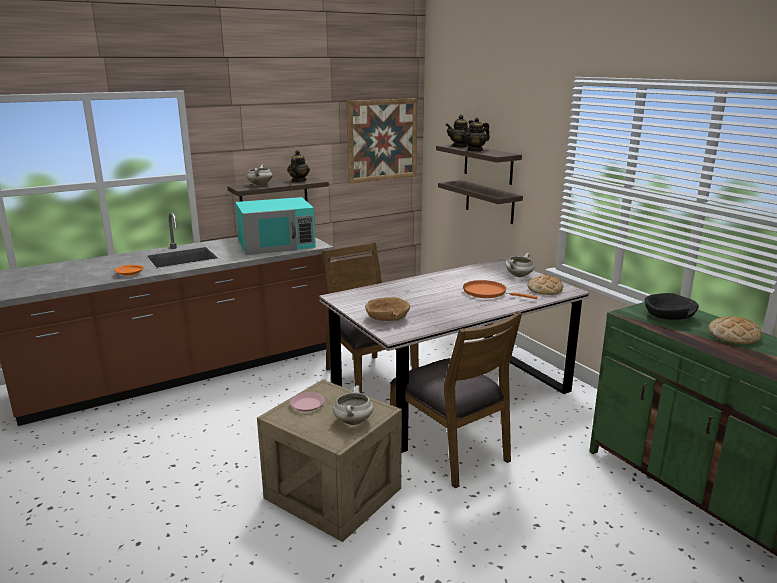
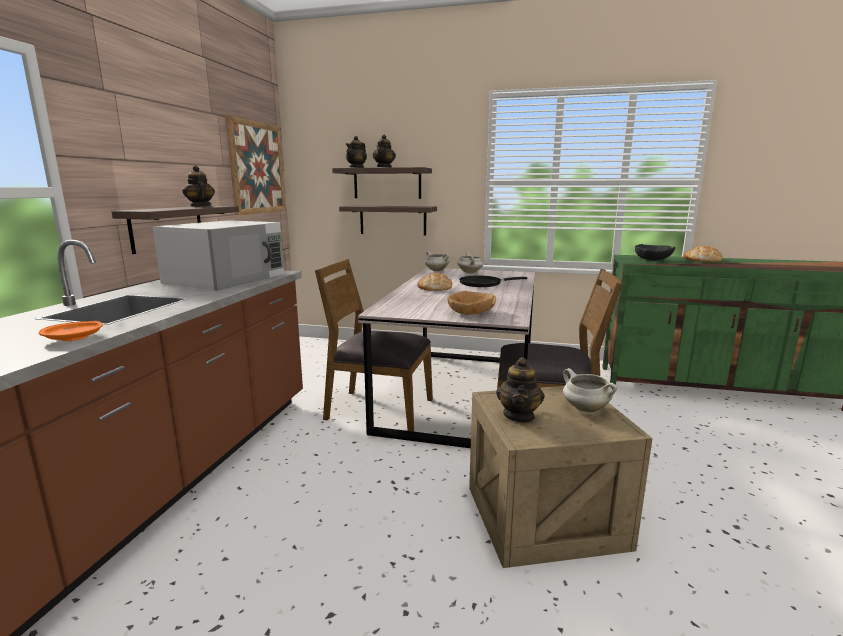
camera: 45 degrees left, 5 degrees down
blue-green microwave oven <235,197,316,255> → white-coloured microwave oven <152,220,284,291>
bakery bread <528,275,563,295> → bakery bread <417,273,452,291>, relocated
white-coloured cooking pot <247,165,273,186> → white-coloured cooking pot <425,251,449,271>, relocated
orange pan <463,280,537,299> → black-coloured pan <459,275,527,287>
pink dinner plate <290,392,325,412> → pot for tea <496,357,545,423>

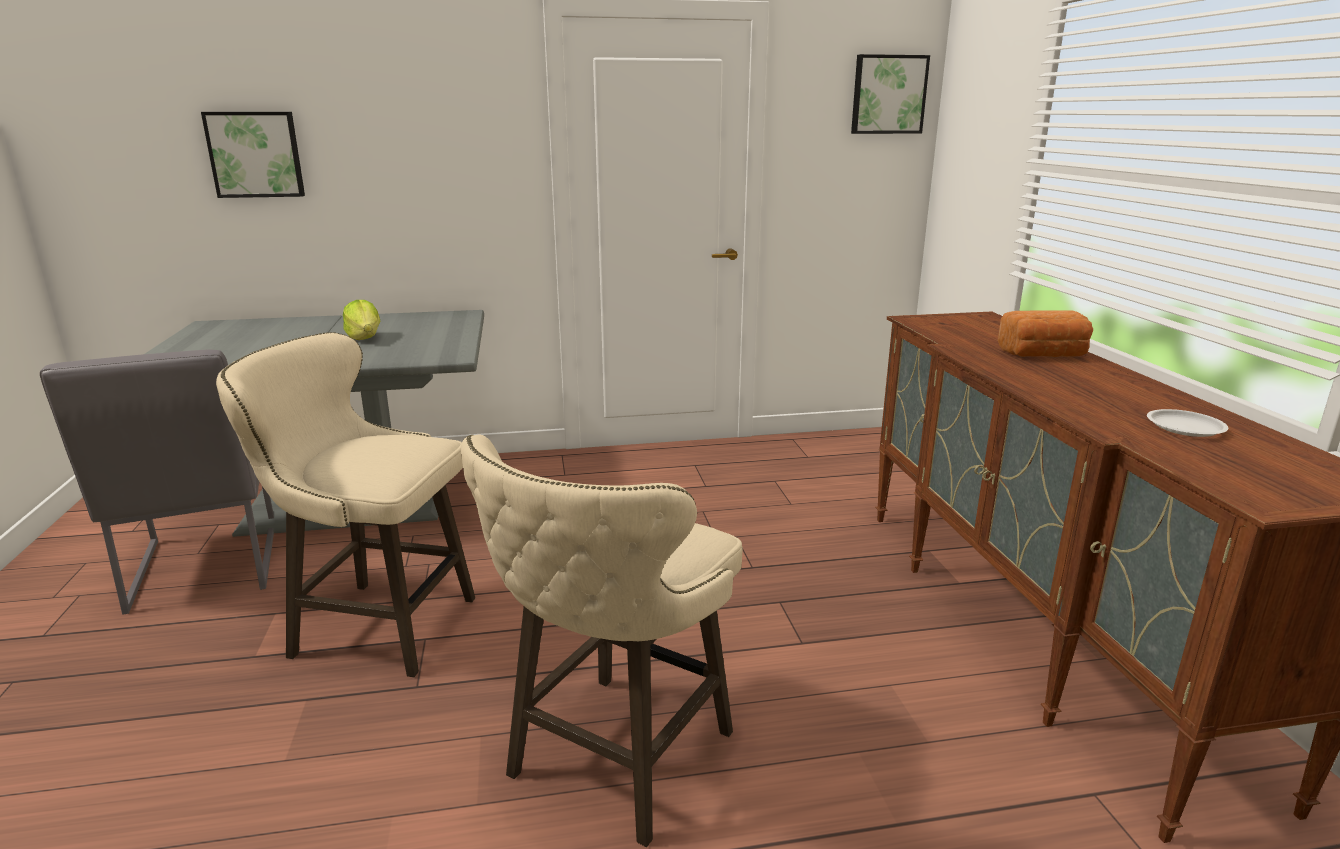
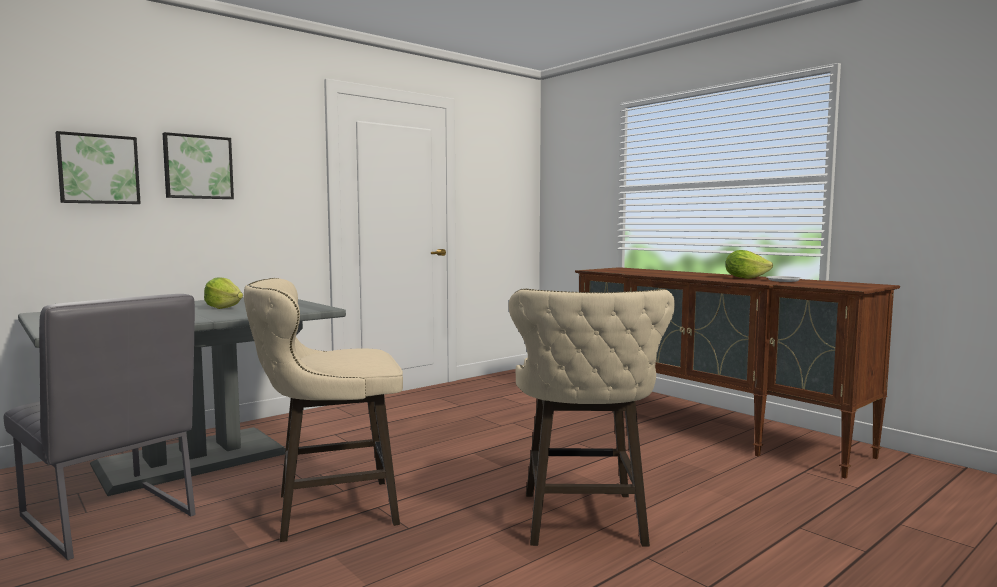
camera: 30 degrees left, 15 degrees down
wall art <851,54,930,134> → wall art <163,132,234,199>, relocated
- → head of lettuce <725,250,773,279>
bakery bread <998,310,1093,357> → -

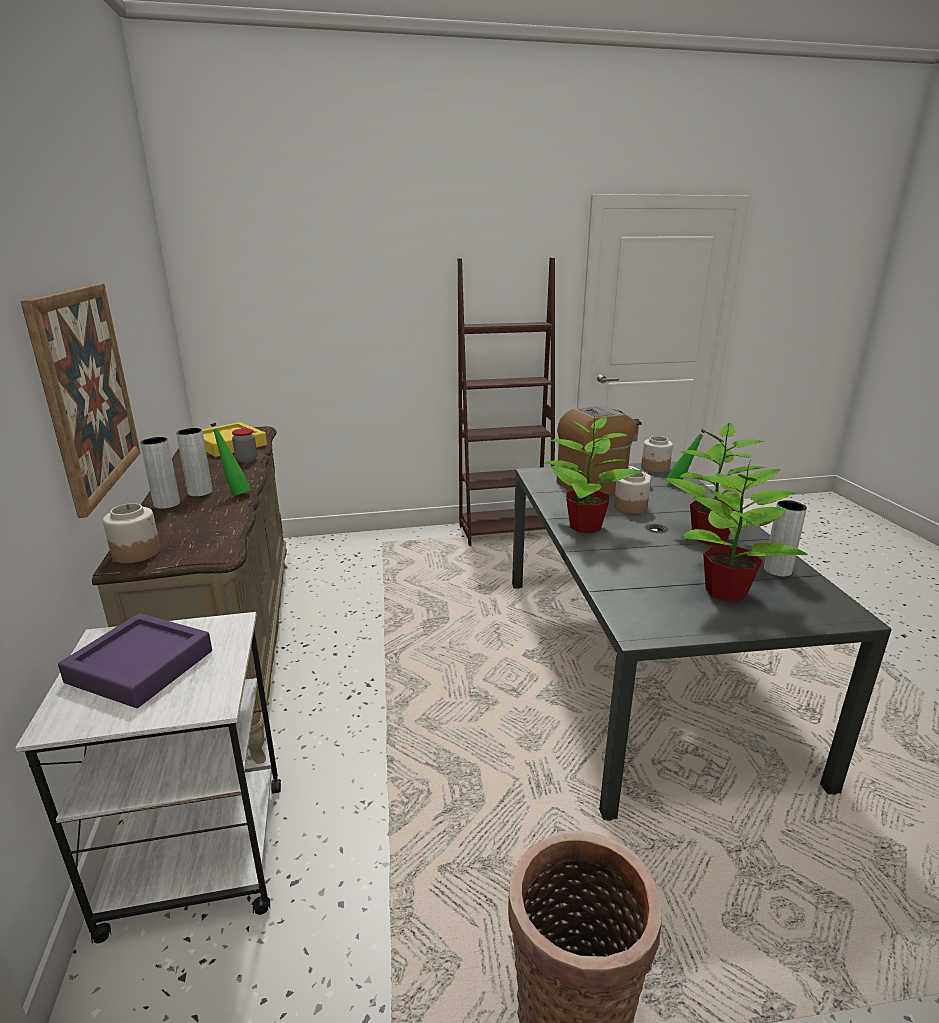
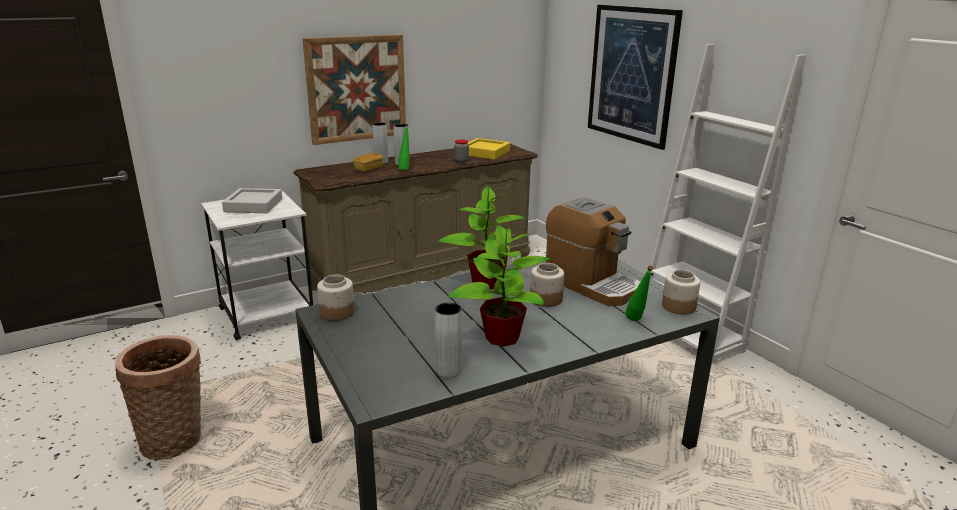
camera: 70 degrees right, 0 degrees up
purple-coloured tray <58,613,212,708> → greyish tray <222,188,282,213>
storage jar <103,503,160,563> → storage jar <317,275,355,321>, relocated
- → bakery bread <353,153,383,172>
- → wall art <588,5,683,150>
brownish shelving unit <458,258,555,546> → white-coloured shelving unit <650,44,806,361>
plant in a pot <682,463,808,602> → -

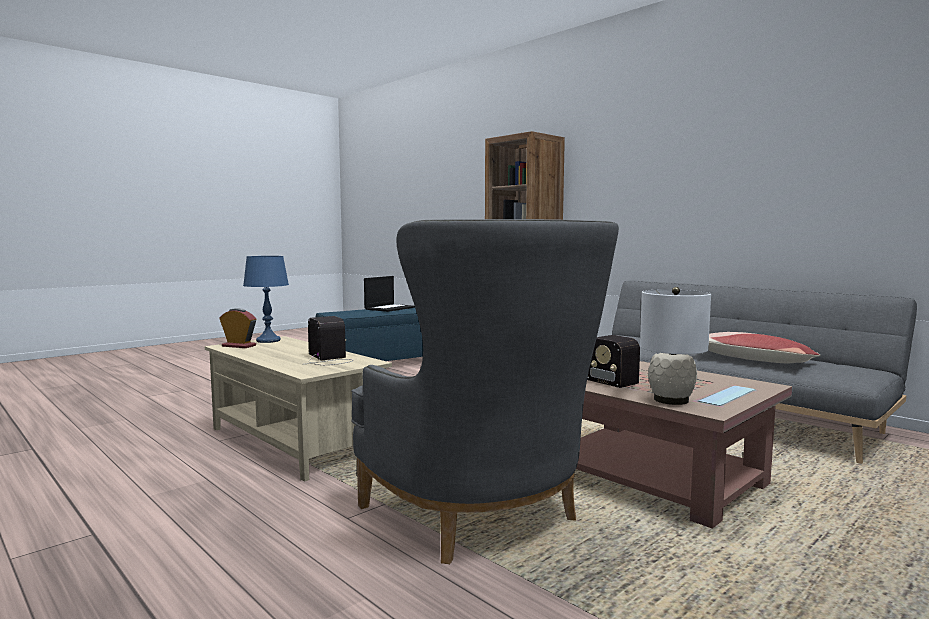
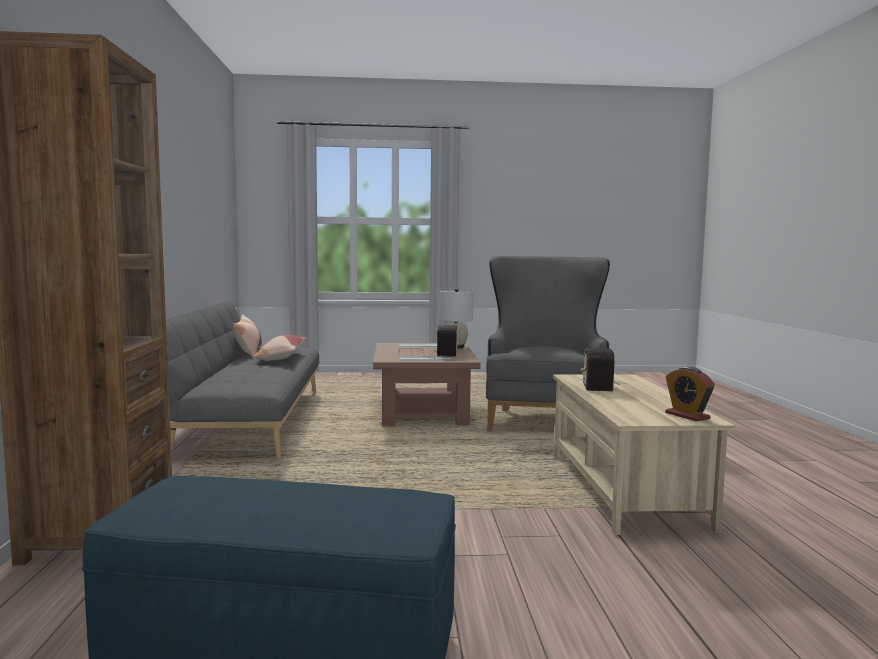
camera: 140 degrees left, 0 degrees up
- → cushion <233,315,262,357>
blue-coloured tabletop lamp <243,256,289,343> → -
laptop <364,276,415,312> → -

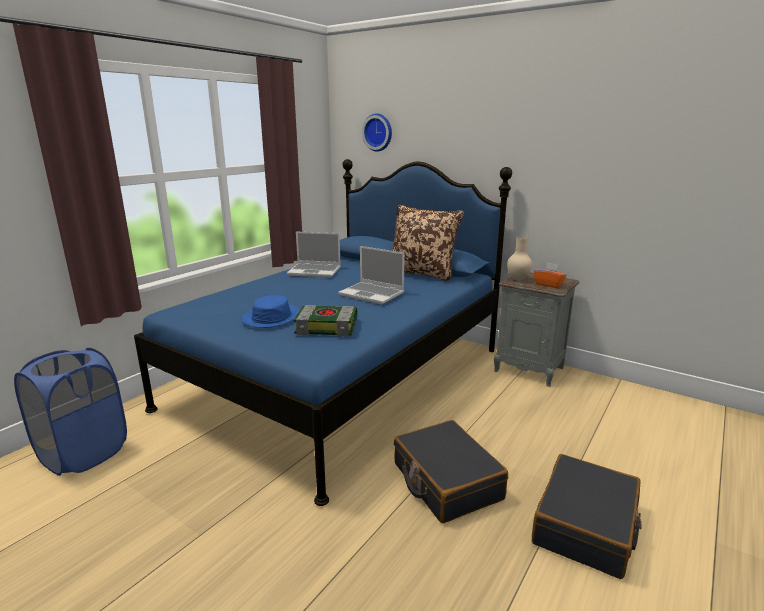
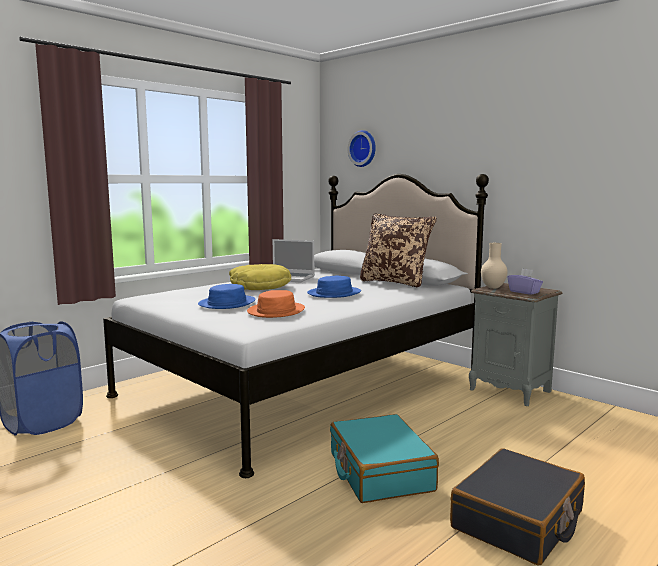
camera: 10 degrees right, 10 degrees down
blue-coloured sleeping bed <134,159,512,506> → white-coloured sleeping bed <103,174,489,478>
- → yellow-coloured cushion <229,264,291,290>
book <293,305,357,337> → orange wearable hat <247,290,305,318>
laptop <338,246,405,305> → blue-coloured wearable hat <307,276,361,298>
black-coloured travel case <394,420,508,523> → blue-green travel case <330,414,439,503>
orange tissue holder <534,262,567,288> → purple-coloured tissue holder <507,268,543,295>

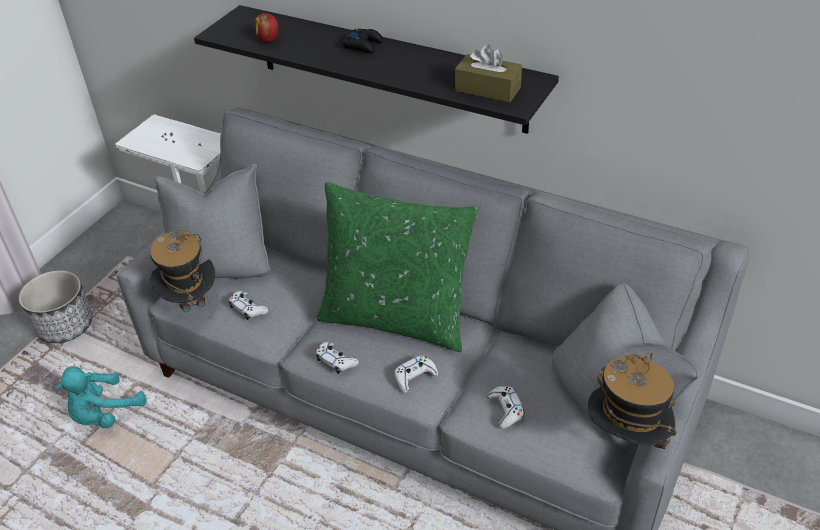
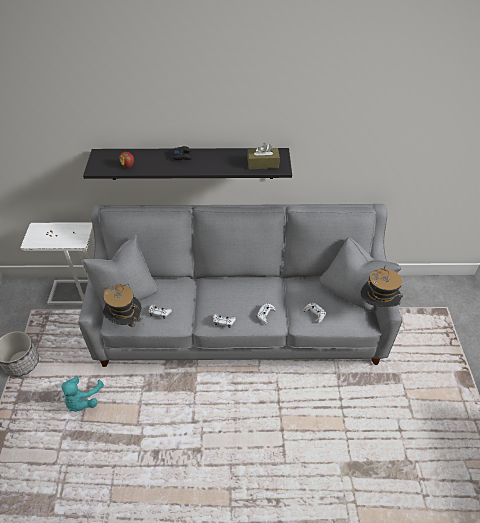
camera: 30 degrees left, 5 degrees up
green-coloured cushion <317,182,479,352> → -

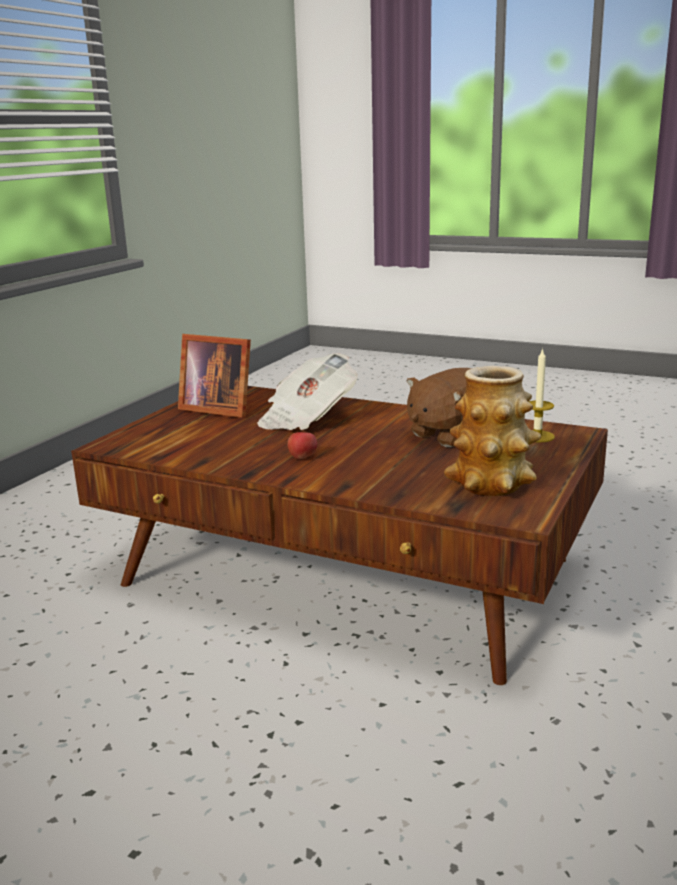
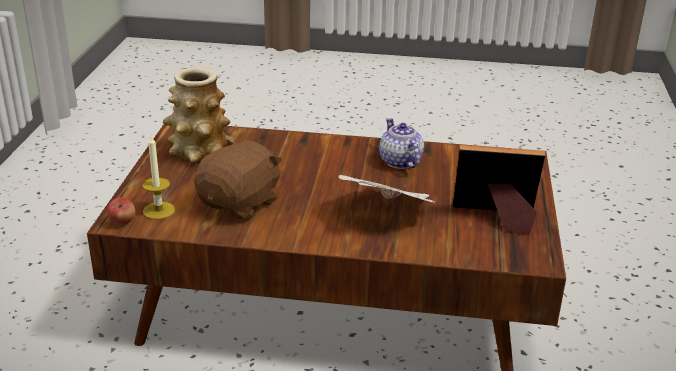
camera: 160 degrees right, 10 degrees up
whole apple <288,432,317,459> → whole apple <107,197,135,225>, relocated
- → pot for tea <379,118,424,169>

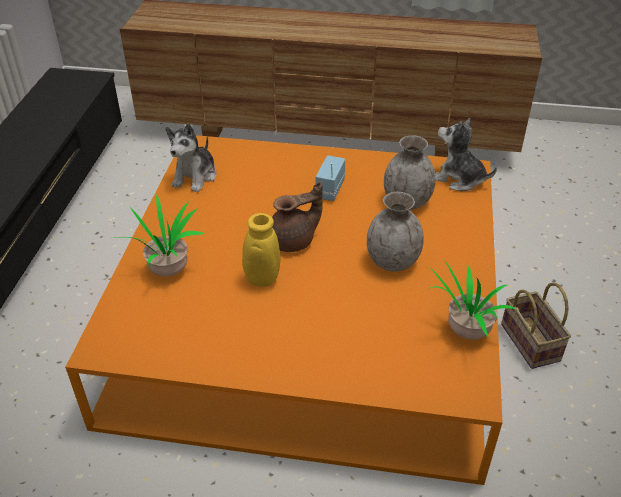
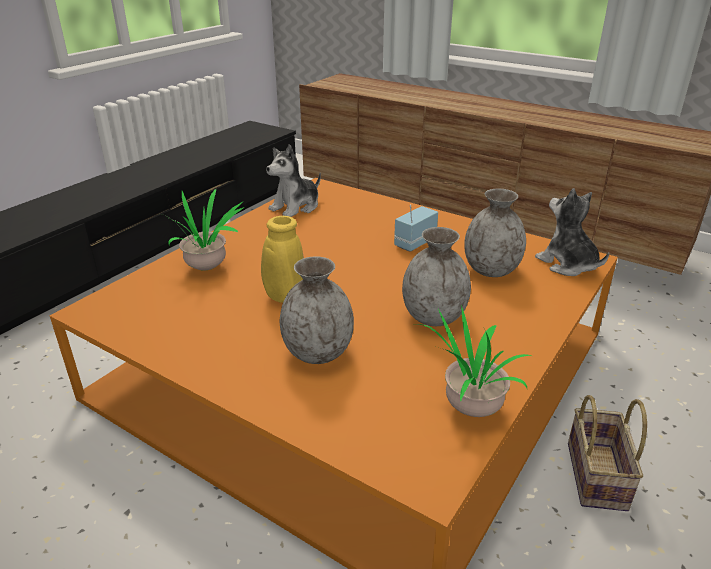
camera: 25 degrees right, 10 degrees down
- → greyish flower vase <280,256,354,364>
brownish pot for tea <272,182,323,252> → -

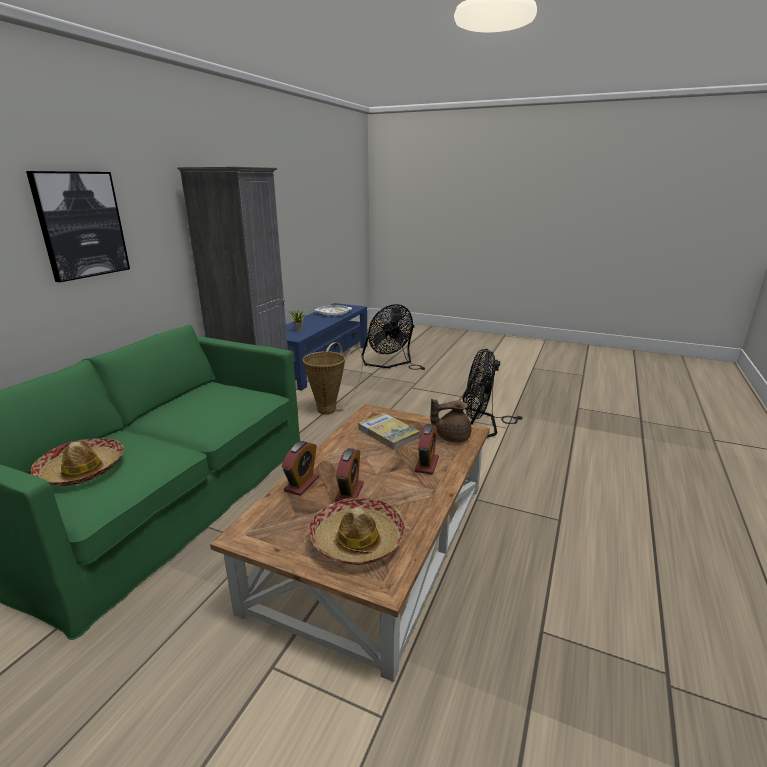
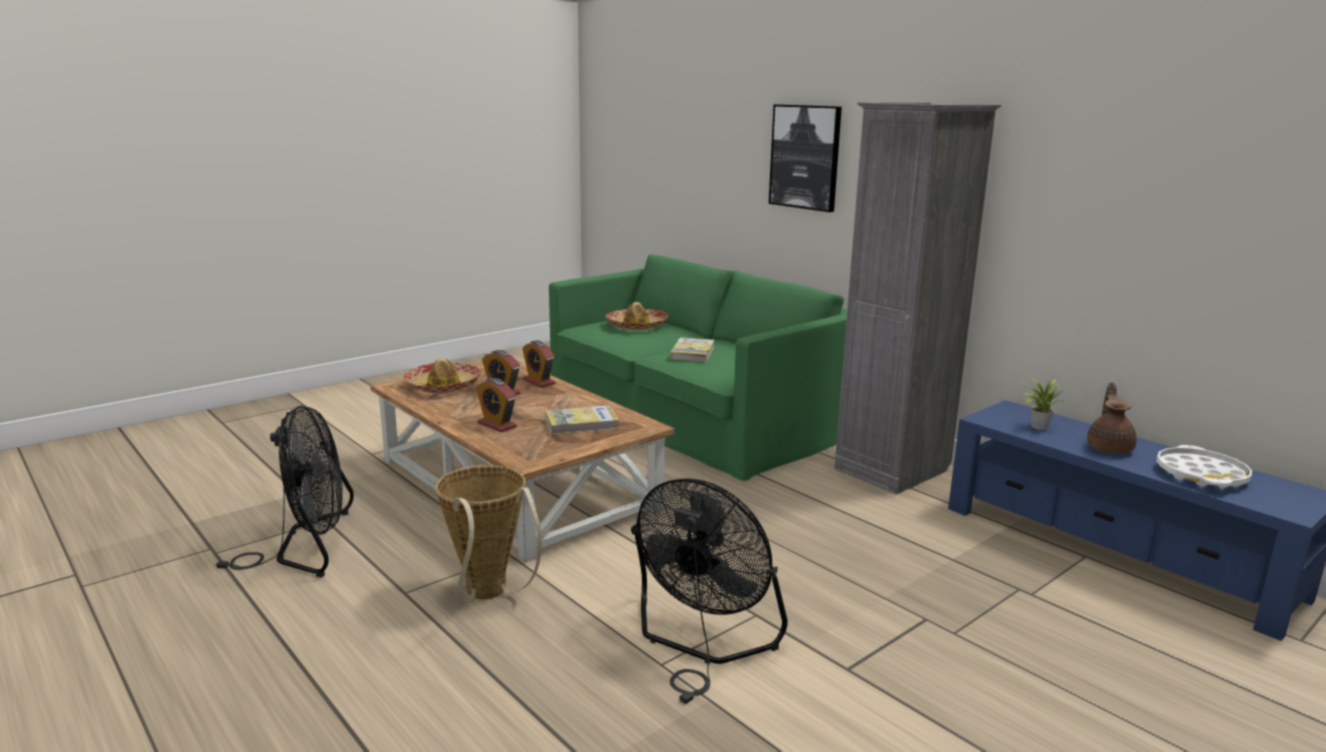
camera: 115 degrees right, 5 degrees down
black-coloured electric fan <362,304,425,370> → black-coloured electric fan <216,406,354,578>, relocated
household basket <303,342,363,414> → household basket <435,465,542,602>, relocated
- → book <670,337,714,362>
brownish pot for tea <430,399,471,442> → brownish pot for tea <1087,382,1137,454>, relocated

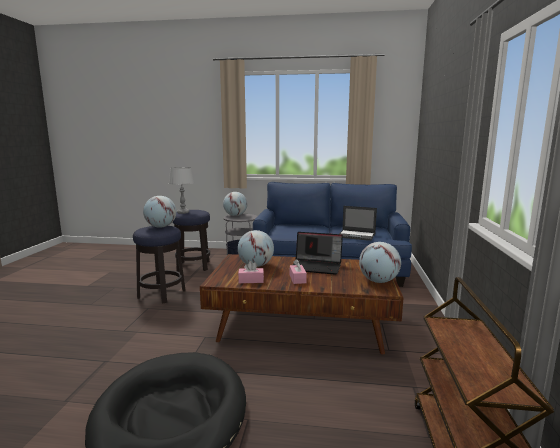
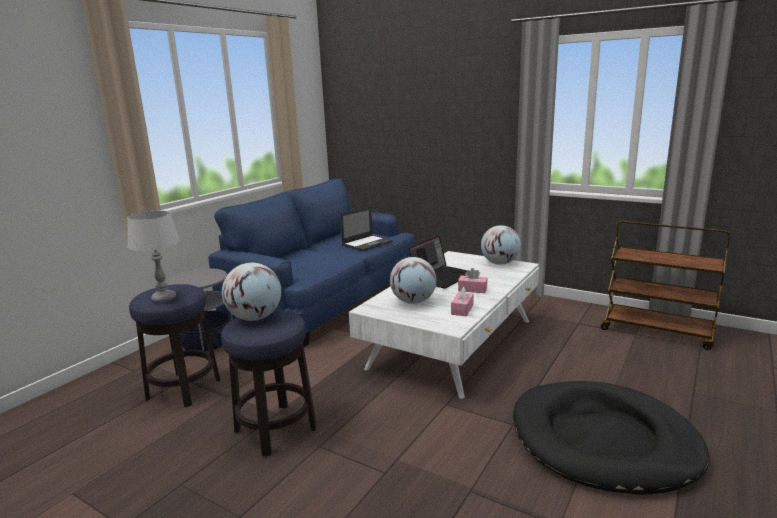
camera: 65 degrees left, 5 degrees up
brownish coffee table <200,254,404,355> → white-coloured coffee table <349,251,539,399>
world globe <223,192,247,216> → -

